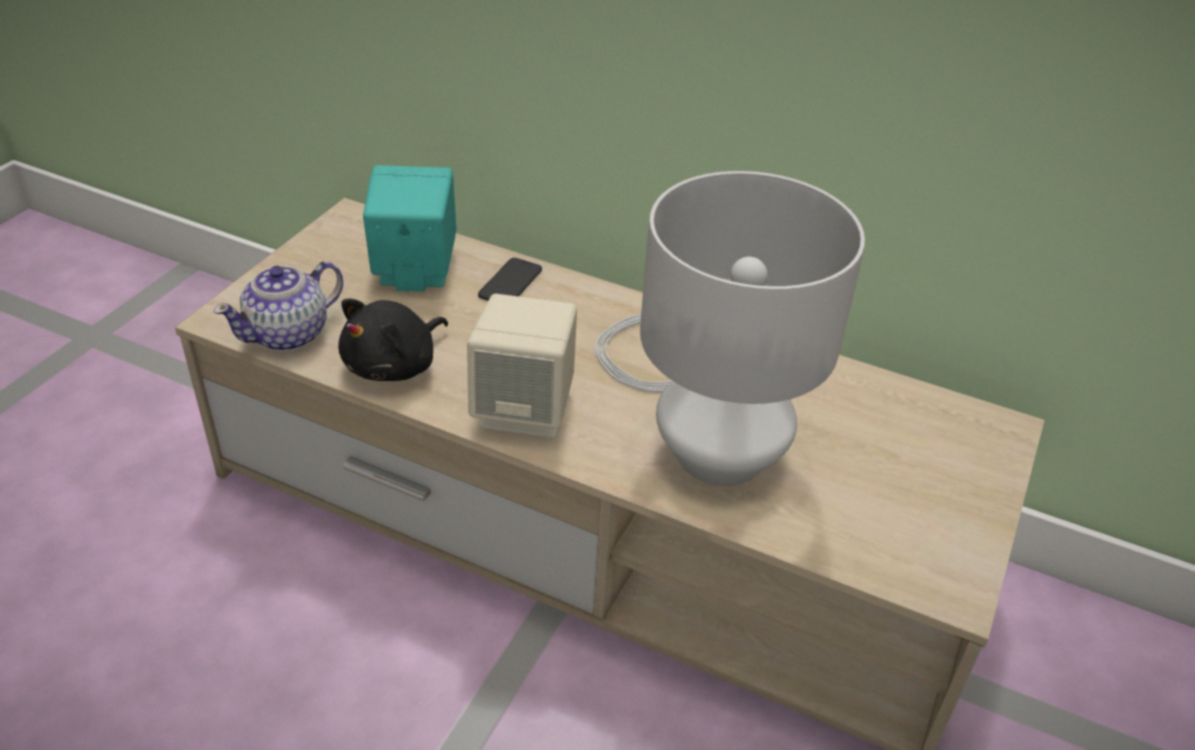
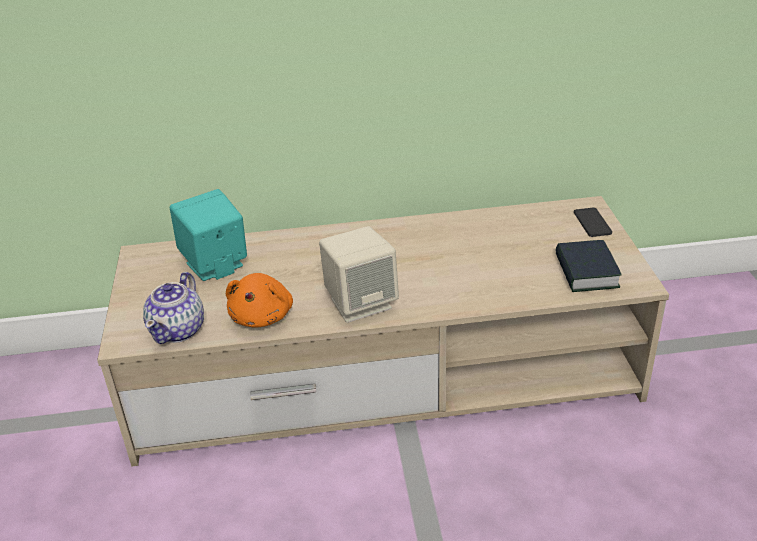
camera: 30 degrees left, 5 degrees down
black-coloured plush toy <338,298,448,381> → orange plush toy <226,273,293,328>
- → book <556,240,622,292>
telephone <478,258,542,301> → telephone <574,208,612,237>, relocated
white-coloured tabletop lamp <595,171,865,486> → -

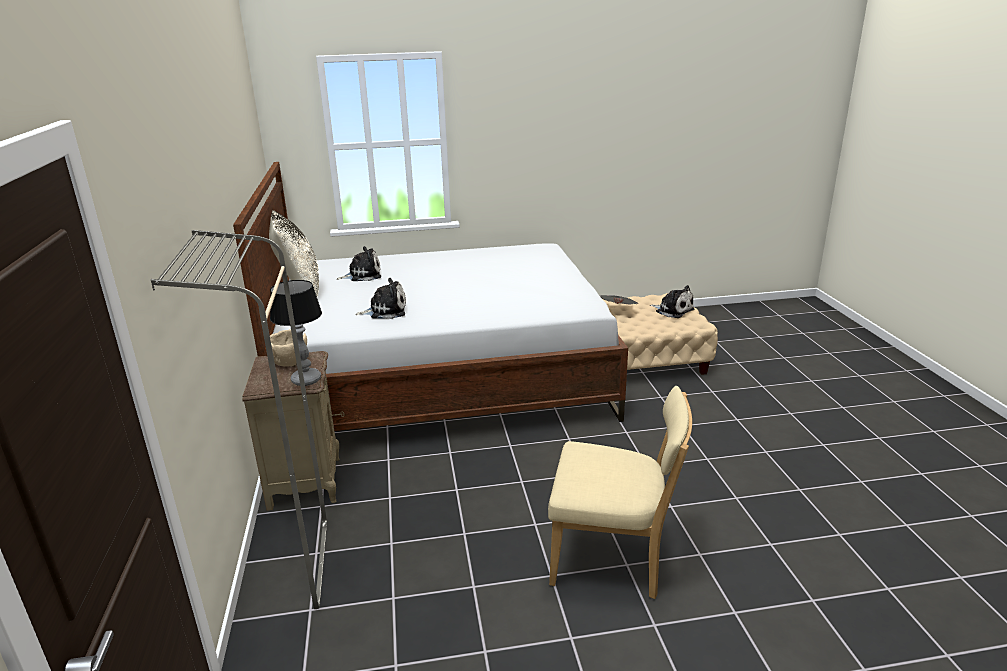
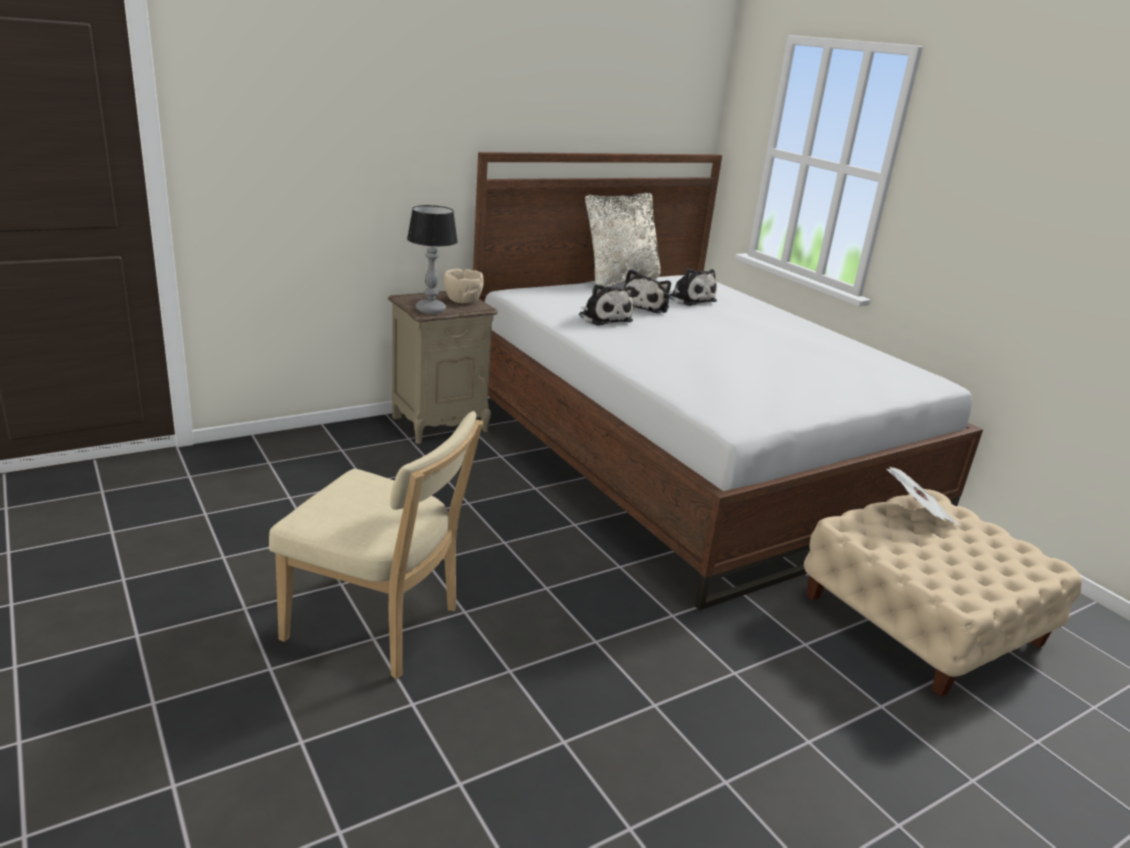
camera: 65 degrees right, 0 degrees up
beige plain chair <548,386,692,599> → beige plain chair <269,411,483,679>, 60 degrees counterclockwise
plush toy <650,285,694,318> → plush toy <624,269,671,313>, relocated
greyish clothes rack <151,230,327,609> → -

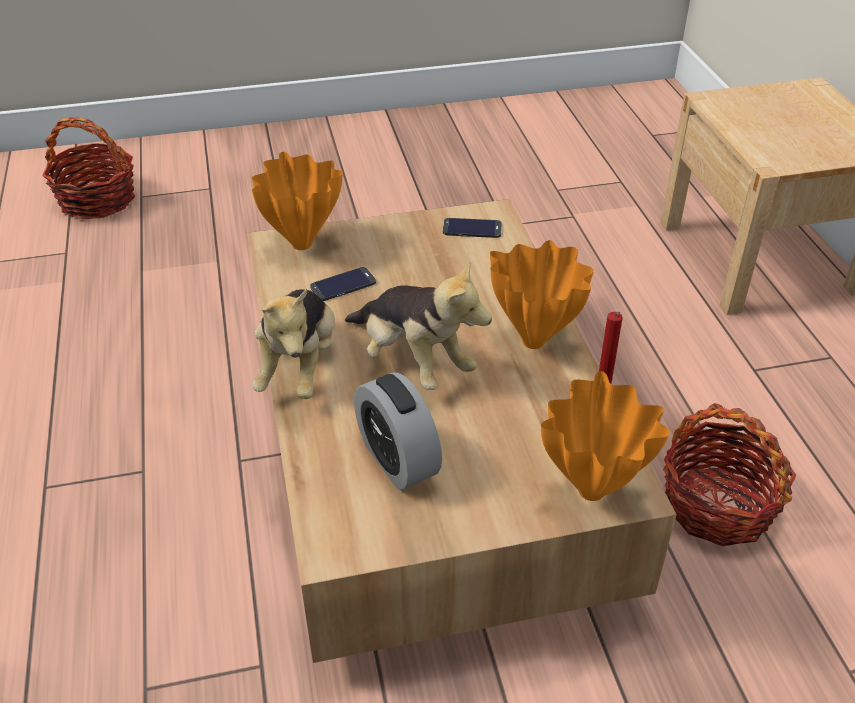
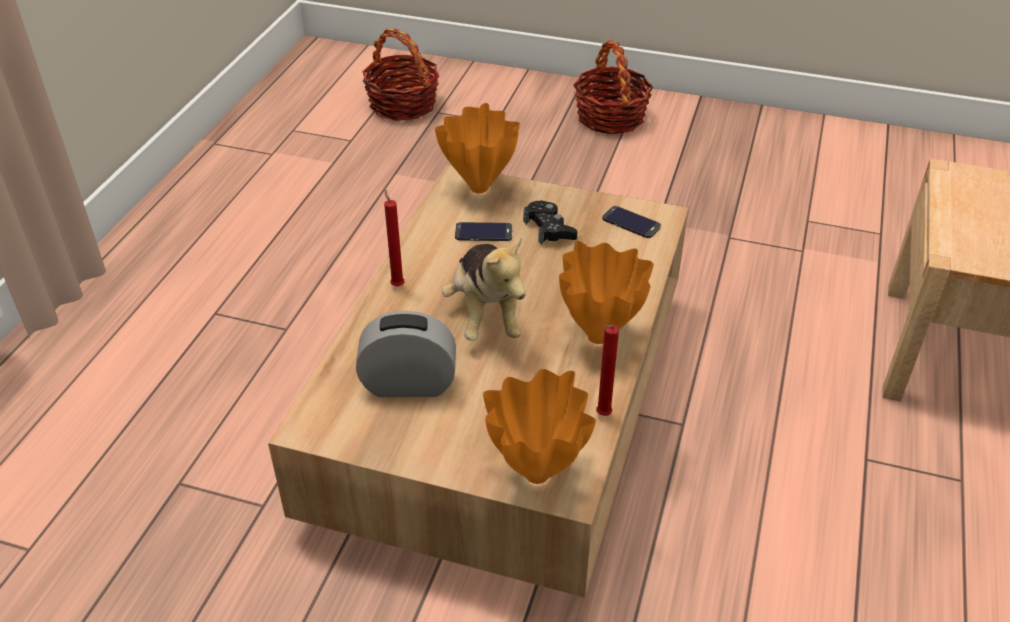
camera: 30 degrees right, 0 degrees up
bedside clock <354,373,442,490> → bedside clock <356,311,456,397>, 90 degrees clockwise
plush toy <252,289,335,399> → reddish wax light <384,187,404,286>
- → black-coloured game controller <523,200,577,245>
household basket <663,403,796,547> → household basket <573,40,653,134>, relocated

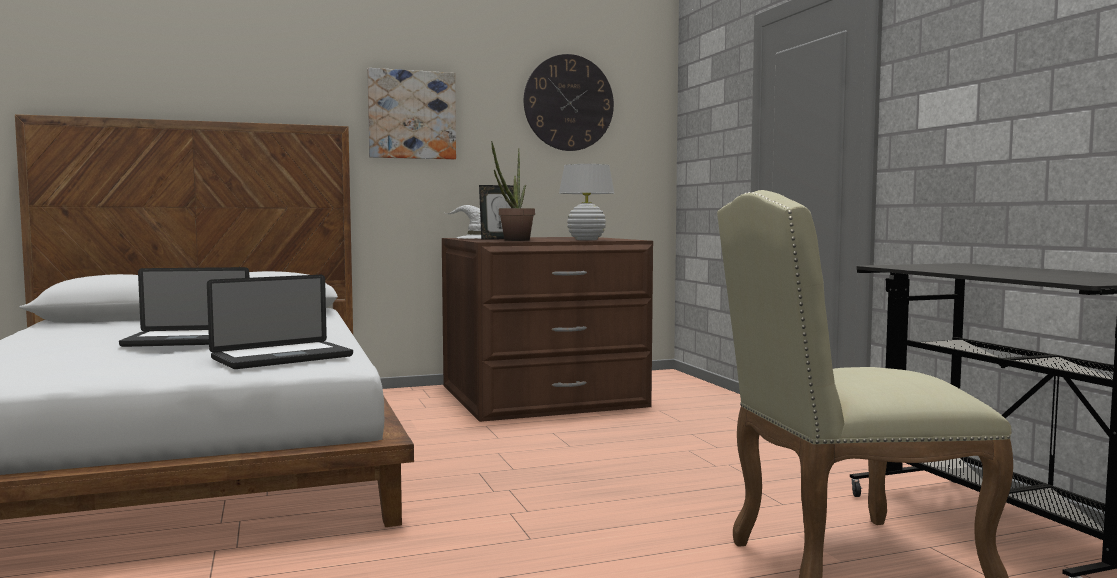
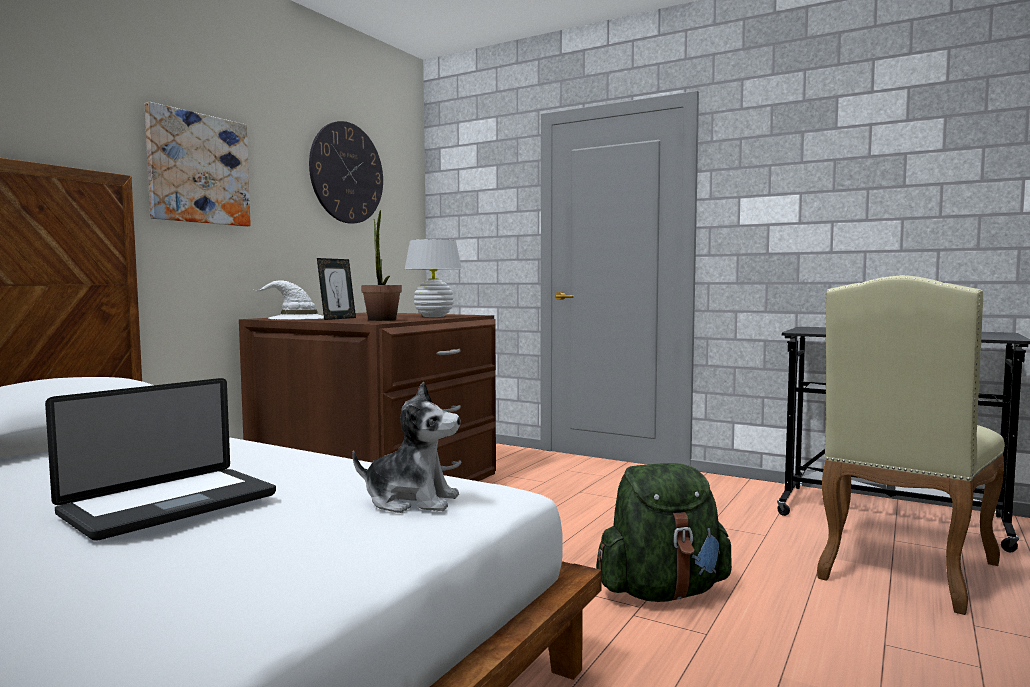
camera: 40 degrees left, 0 degrees up
laptop <207,275,353,369> → plush toy <352,381,460,513>
- → green-coloured knapsack <596,463,732,602>

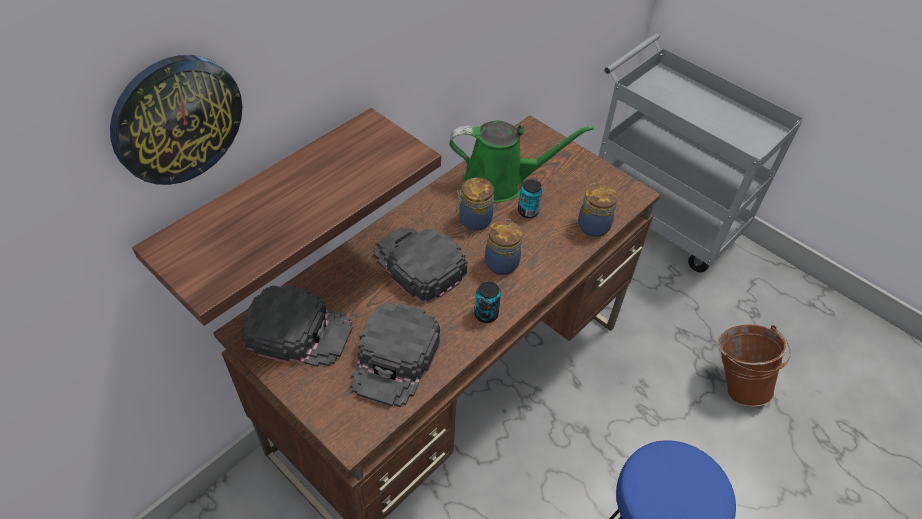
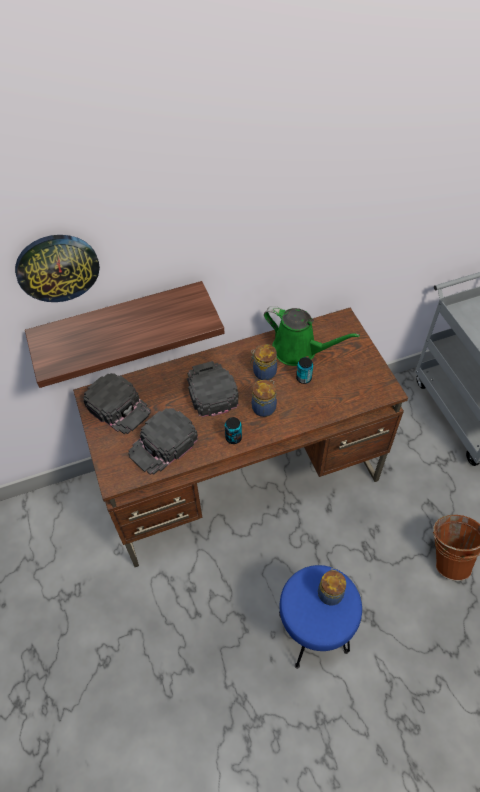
camera: 30 degrees right, 5 degrees up
storage jar <578,183,618,237> → storage jar <318,568,346,605>, relocated

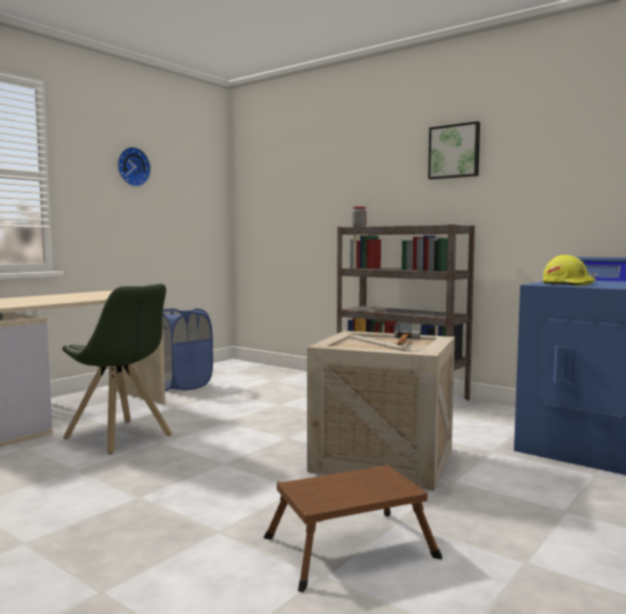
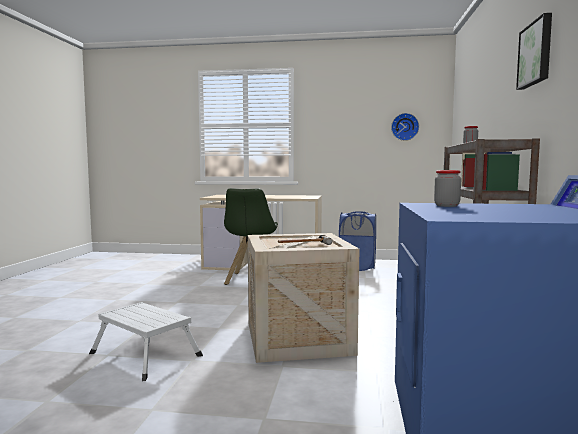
camera: 60 degrees right, 0 degrees up
brownish step stool <263,465,443,592> → white-coloured step stool <89,302,203,381>
wall clock <117,147,151,187> → wall clock <391,113,419,141>, relocated
yellow-coloured safety helmet <543,255,596,286> → storage jar <434,170,461,207>

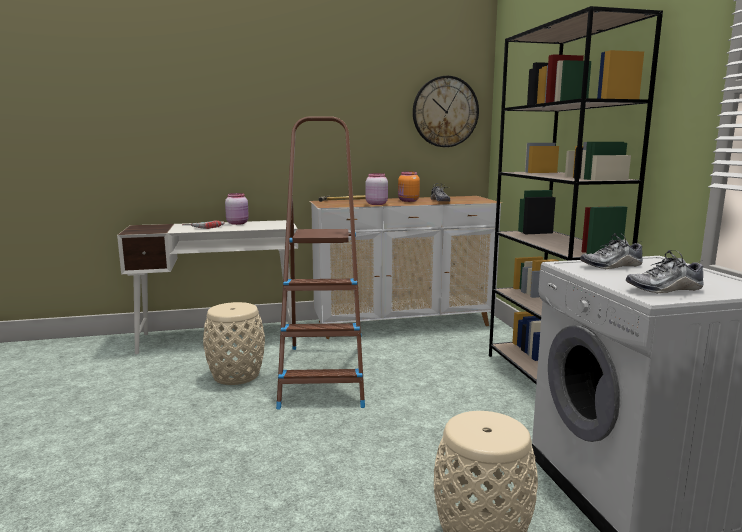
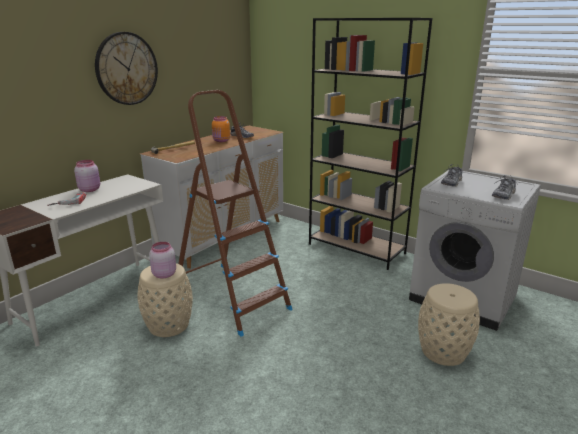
camera: 40 degrees left, 10 degrees up
wall clock <413,76,479,147> → wall clock <95,32,158,105>, relocated
pink storage jar <365,173,388,205> → pink storage jar <149,242,176,279>, relocated

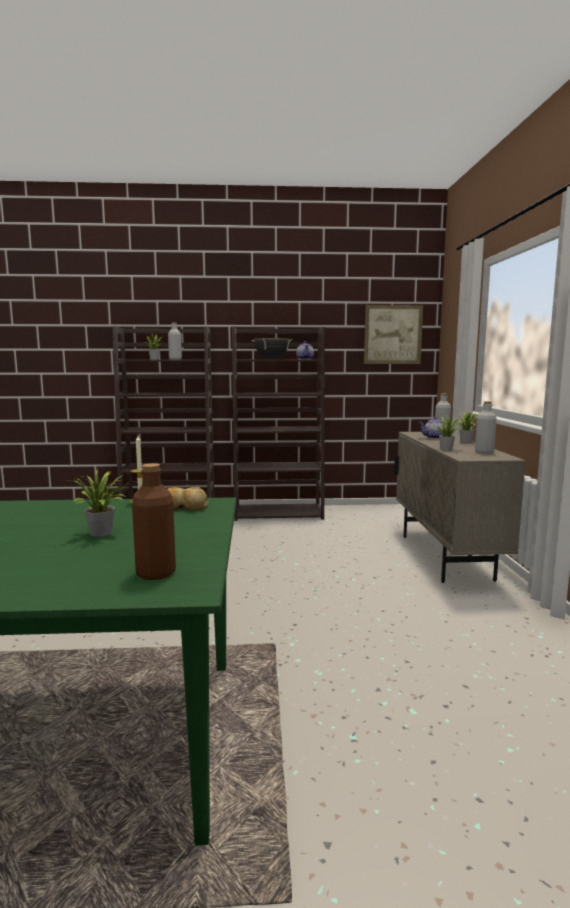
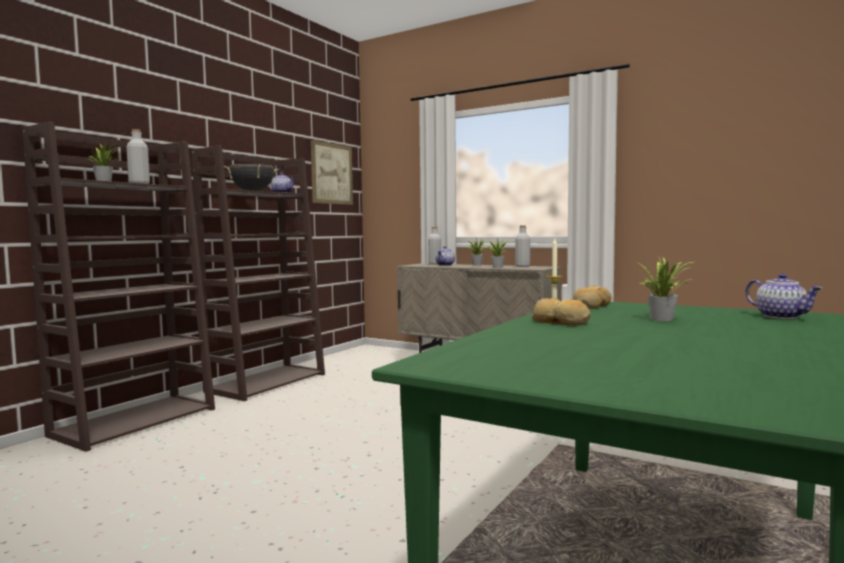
camera: 55 degrees left, 5 degrees down
- → bakery bread <531,298,591,326>
brownish drink bottle <132,463,176,580> → pot for tea <745,273,822,319>

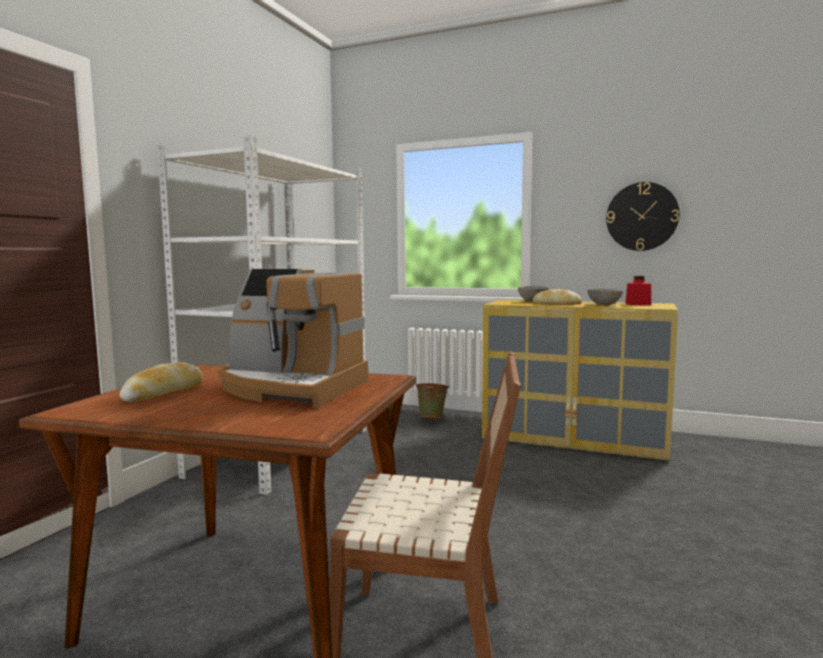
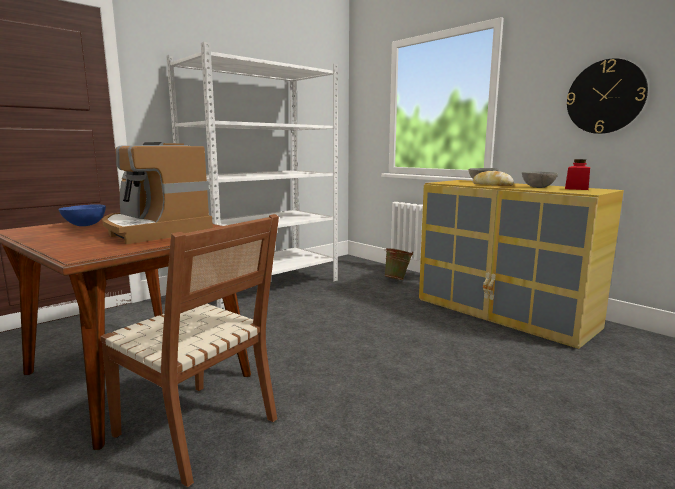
camera: 25 degrees right, 5 degrees up
bakery bread <119,362,203,403> → blue-coloured bowl <58,204,106,226>

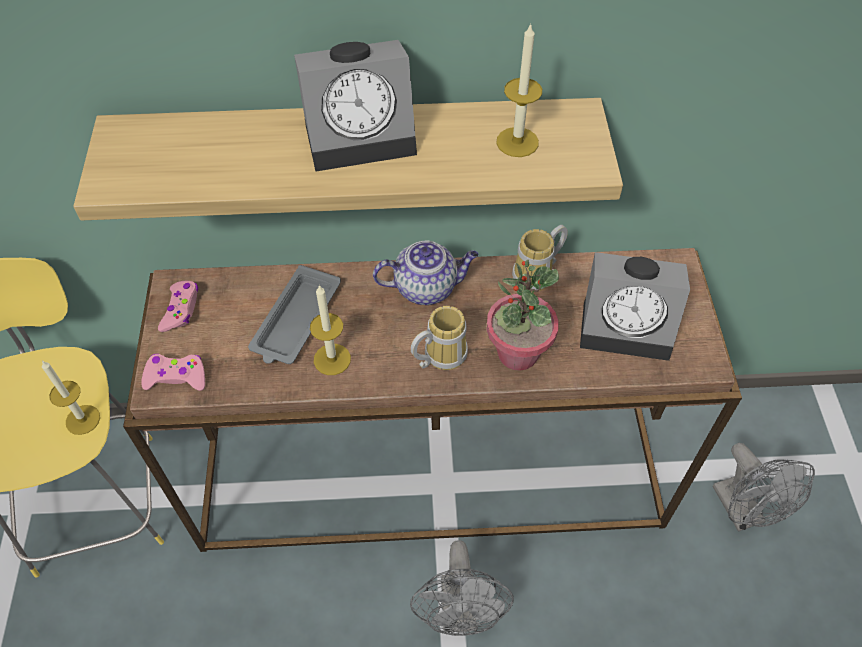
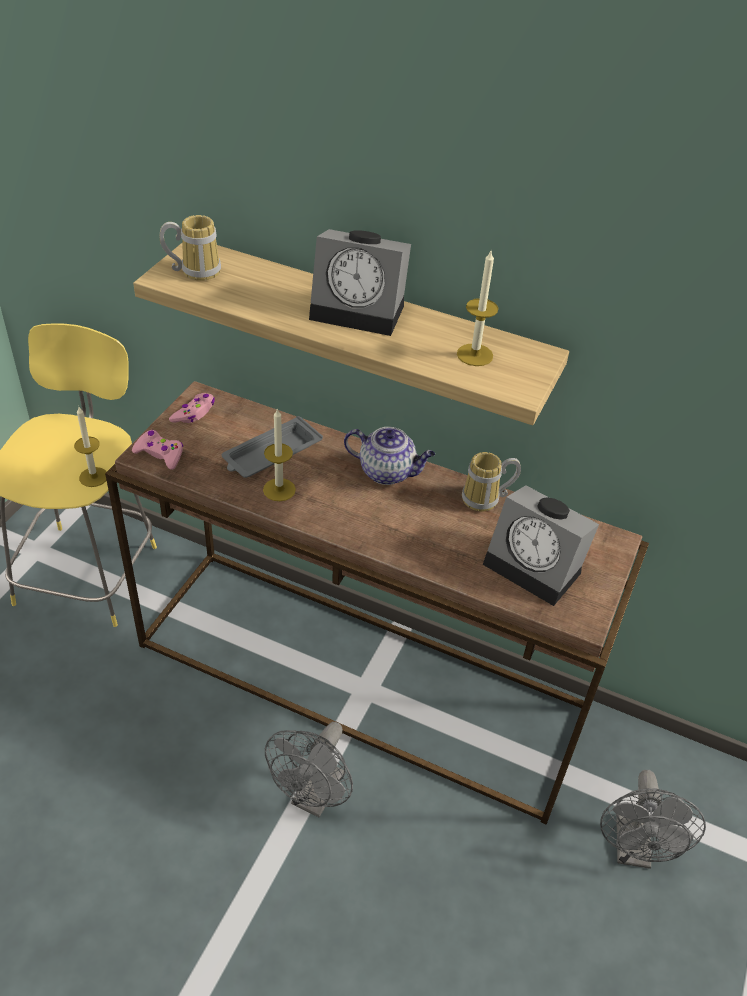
camera: 25 degrees right, 10 degrees down
coffee mug <411,306,468,370> → coffee mug <160,215,221,281>, relocated
plant in a pot <486,260,559,371> → -

